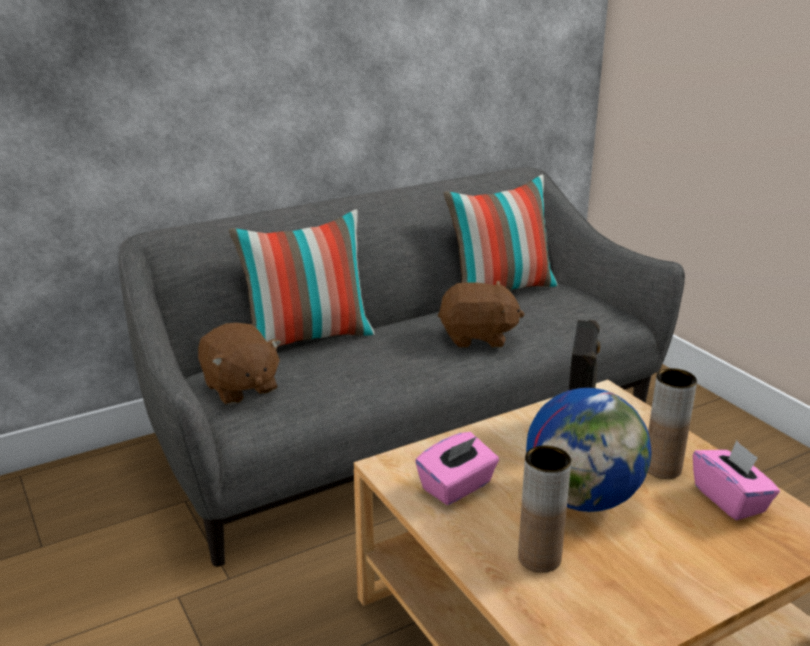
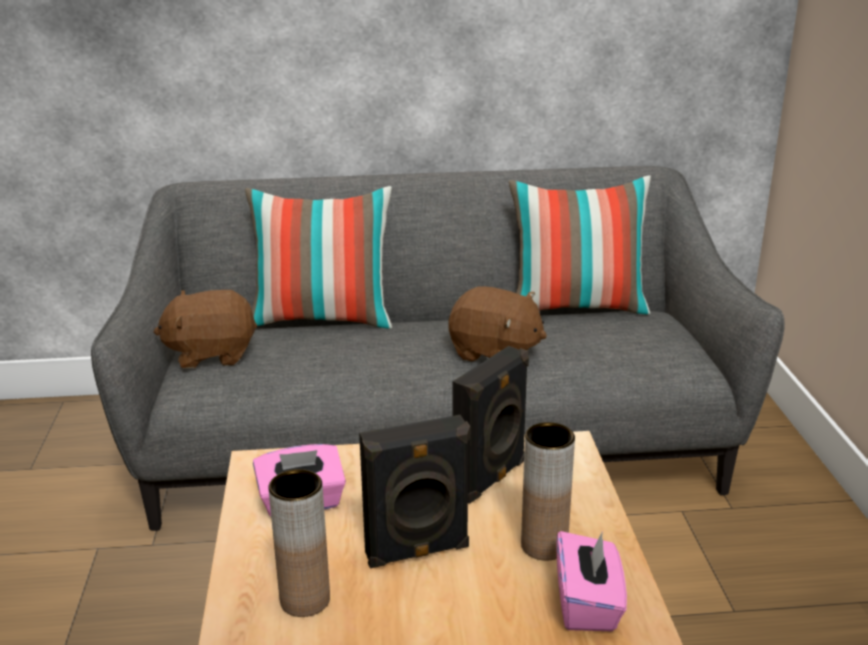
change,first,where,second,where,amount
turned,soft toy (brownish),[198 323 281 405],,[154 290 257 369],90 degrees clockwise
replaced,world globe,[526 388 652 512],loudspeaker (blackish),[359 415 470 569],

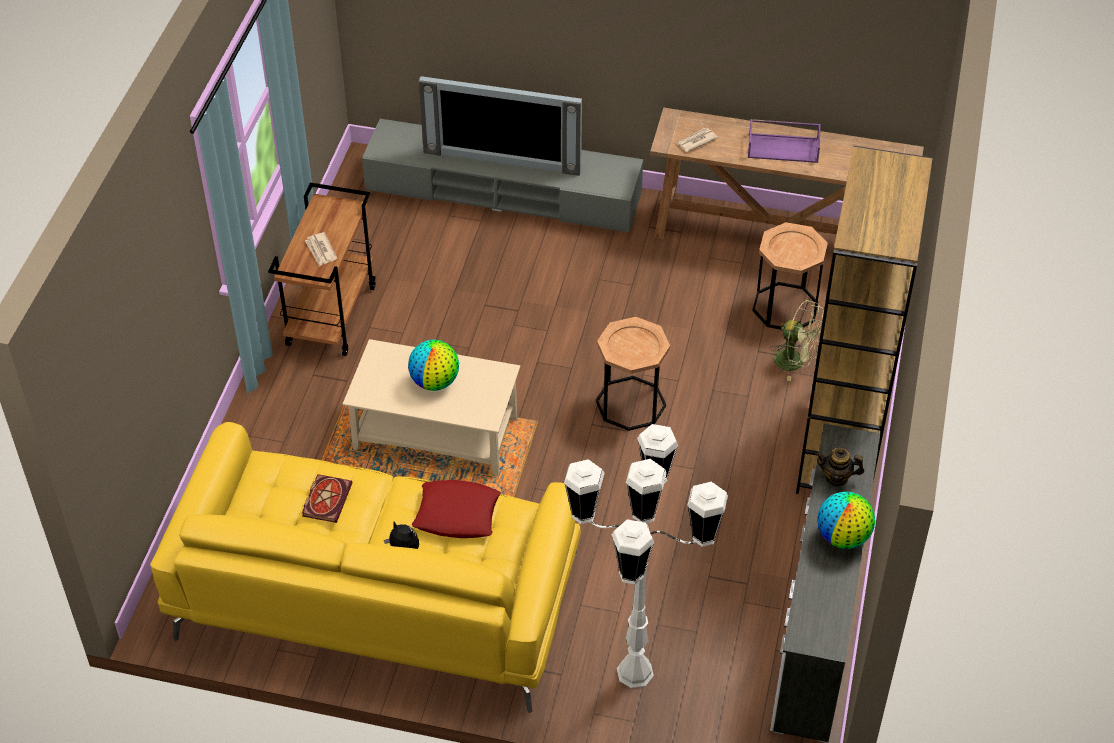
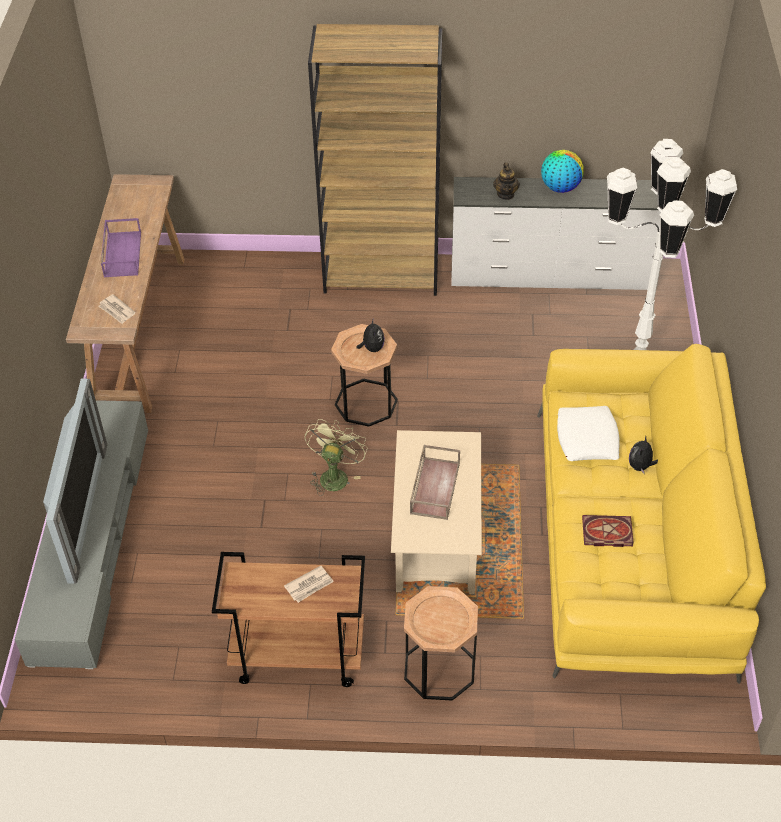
change,first,where,second,where,amount
replaced,world globe,[408 340 459 391],carrying tray (brownish),[410 445 460 520],
recoloured,cushion (red-coloured),[412 480 500 538],cushion (white),[557 406 620 461],
moved,accent table (brownish),[752 222 828 330],,[404 586 478 701],
moved,fan (green),[770 300 824 381],,[305 419 367 496],
added,,,soft toy,[357 320 385 352],

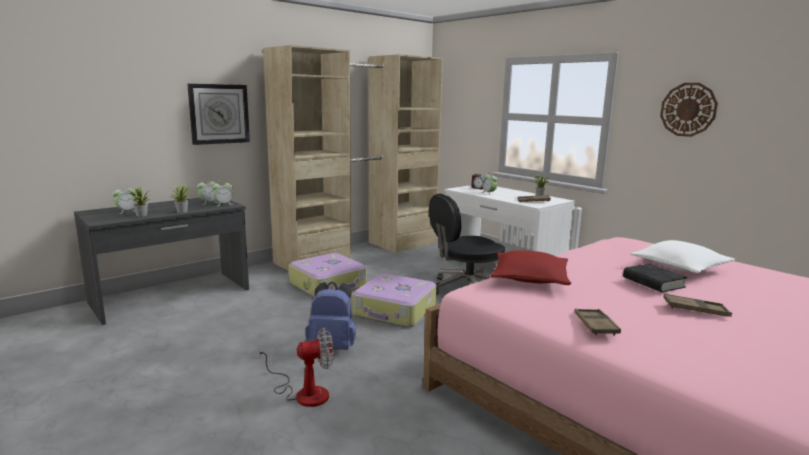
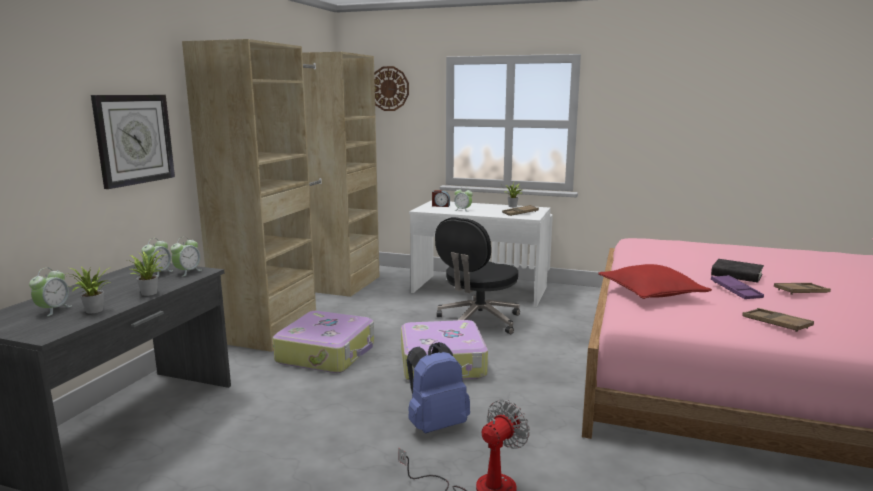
change,first,where,second,where,amount
removed,cushion (white),[630 240 735 273],,,
moved,hanging clock,[660 83 718 137],,[374 66 409 111],
added,,,carrying tray (purplish),[711 275 764 299],

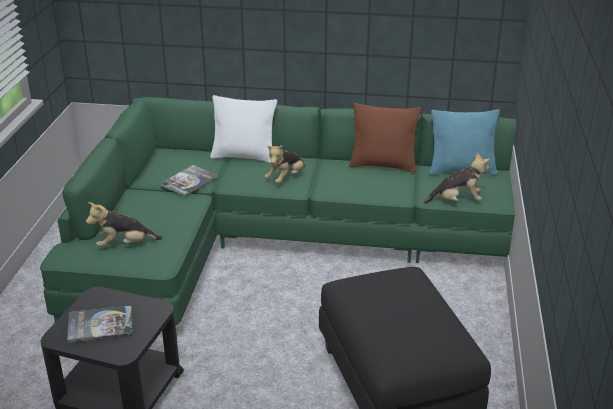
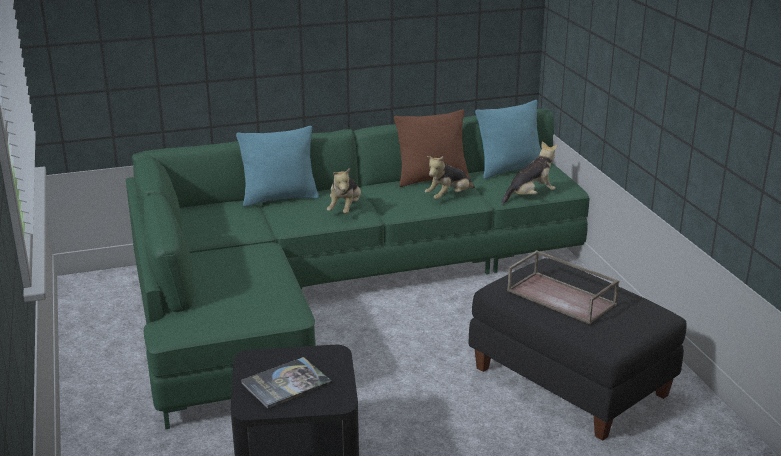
change,first,where,second,where,amount
moved,soft toy,[86 202 163 247],,[425 156 475 200],
removed,volume,[160 165 218 196],,,
recoloured,cushion (white),[210 95 277 163],cushion (blue-green),[236 126 319 207],
added,,,carrying tray (brownish),[507 250 619 324],

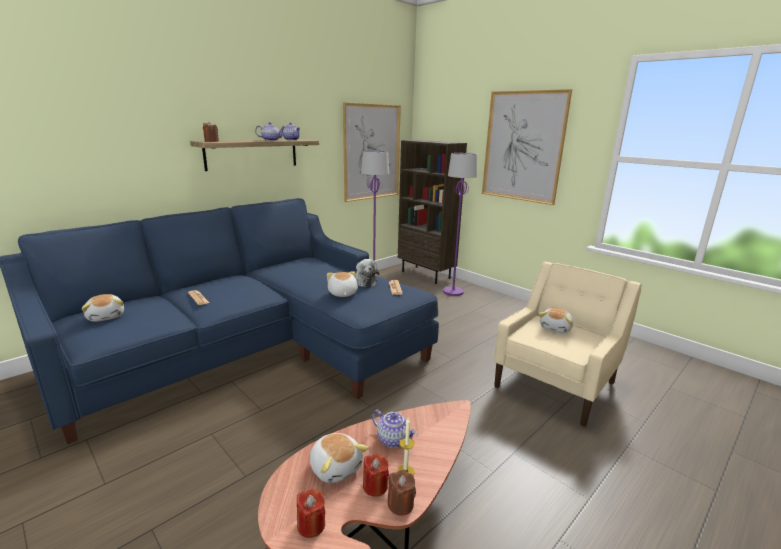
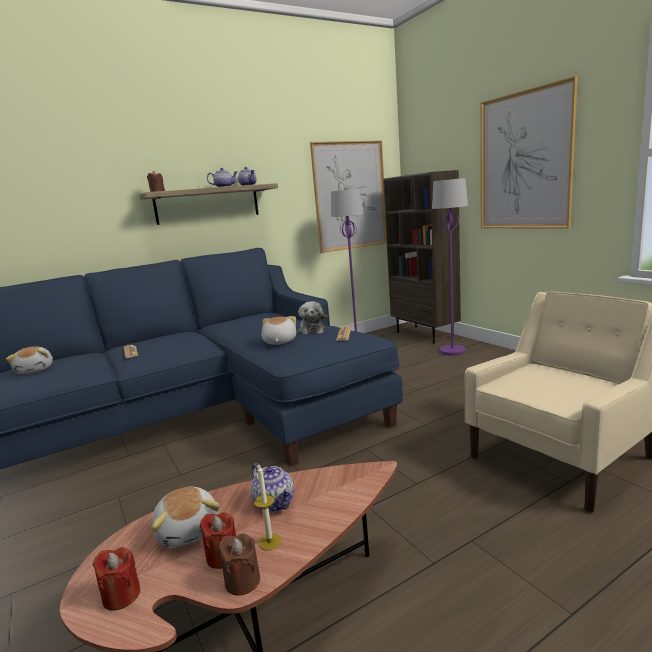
change,first,where,second,where,amount
removed,soft toy,[539 308 573 333],,,

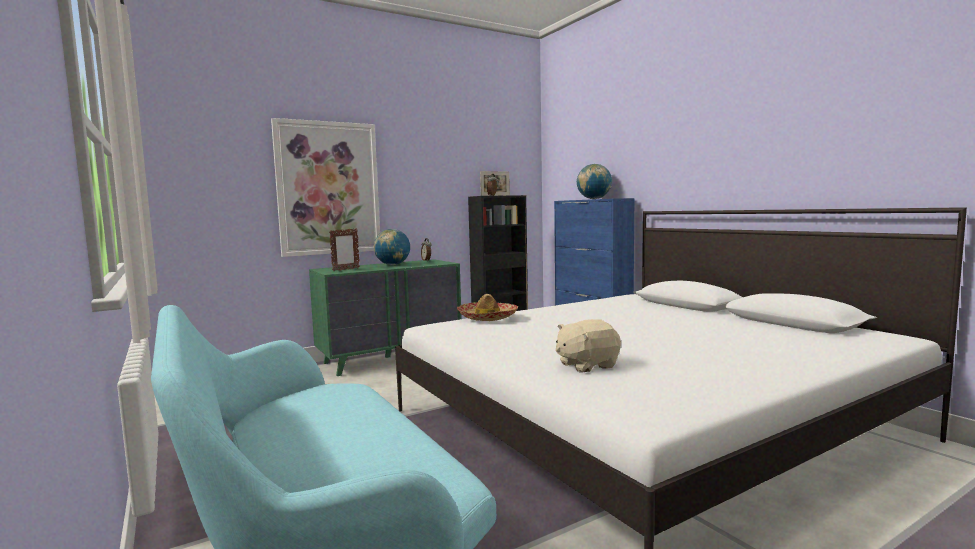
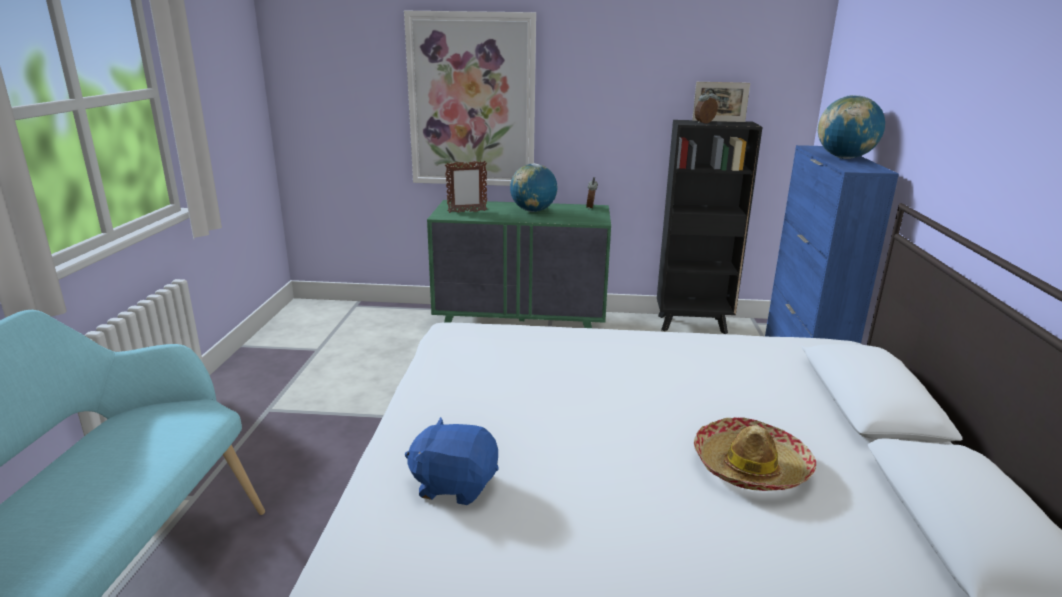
change,first,where,second,where,amount
moved,hat,[457 294 518 321],,[694 417 816 491],
recoloured,soft toy (beige-coloured),[556 319 621 373],soft toy (blue),[405 417 499 505],

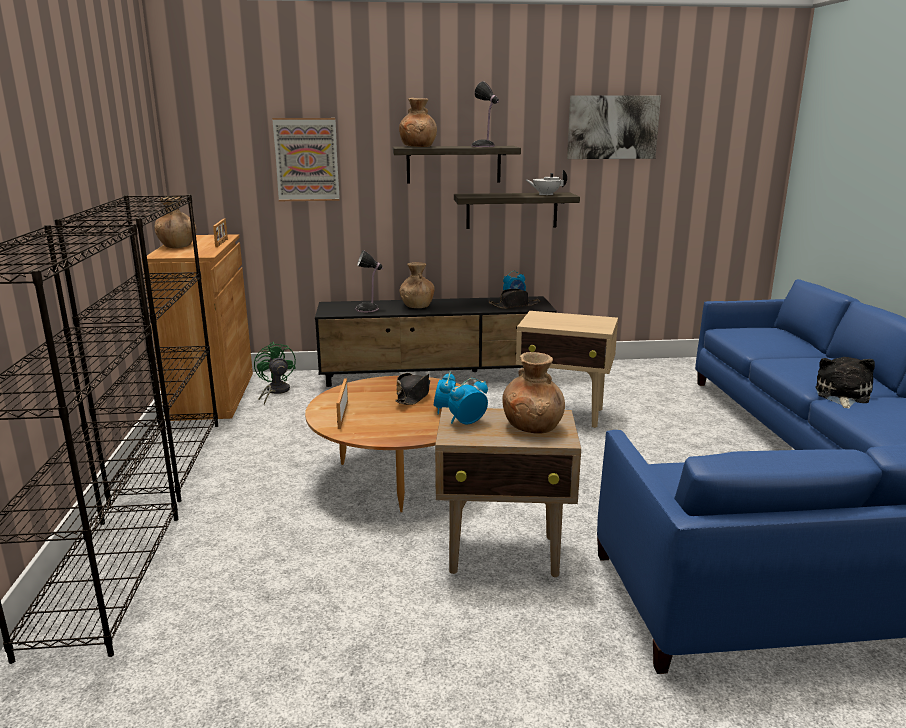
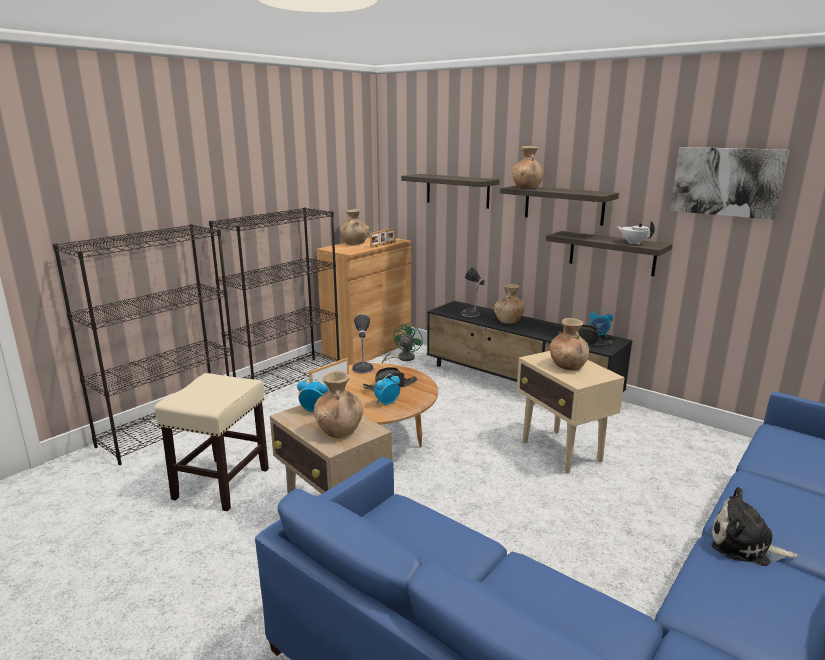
change,first,where,second,where,amount
replaced,wall art,[272 118 340 201],wall shelf,[401 174 500 209],
moved,table lamp,[471 81 499 147],,[352 314 374 374],
turned,soft toy,[815 357 875 409],,[711 487 798 566],135 degrees counterclockwise
added,,,sitting stool (beige-coloured),[155 373 269 511],
added,,,vase (brownish),[550 318 589 371],

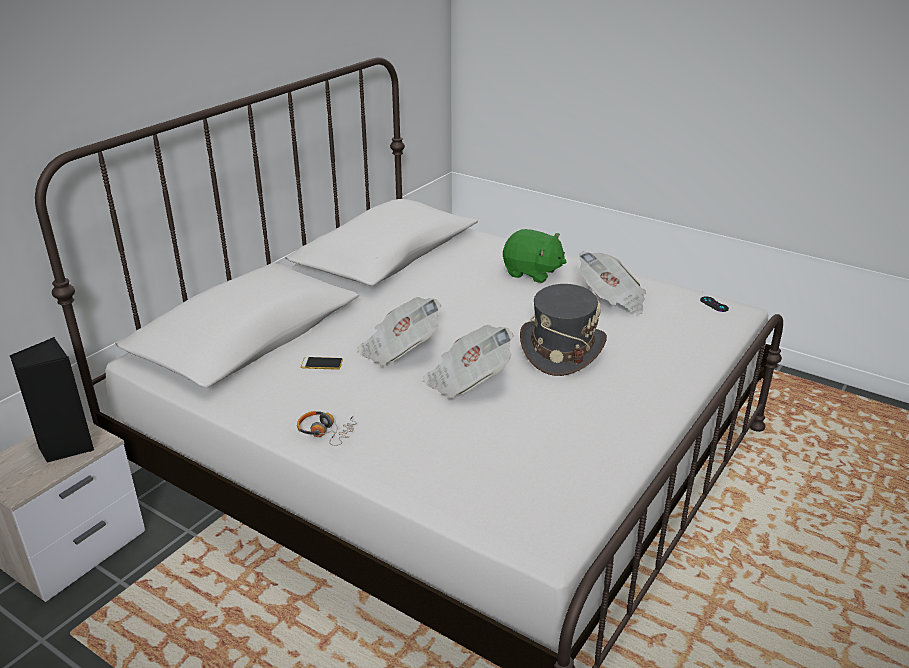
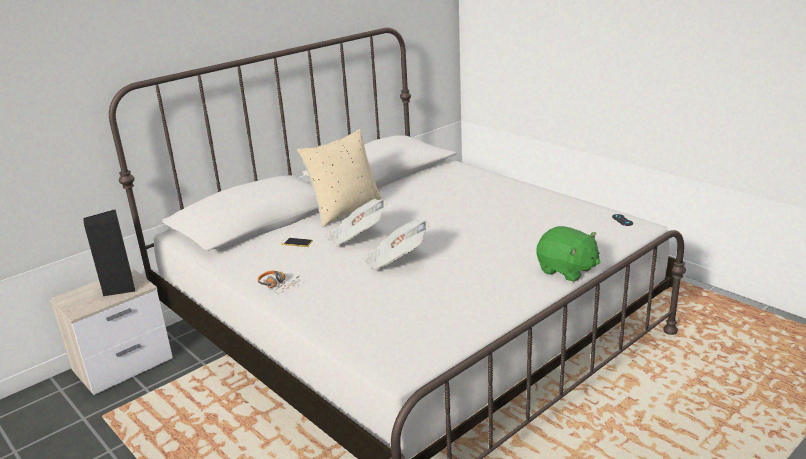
change,first,where,second,where,amount
moved,soft toy (green),[503 229 566 283],,[537 226 600 282],
removed,hat (grey),[520 284 607 376],,,
removed,printed paper,[579 251 646 314],,,
added,,,cushion (beige-coloured),[297 129 382 227],

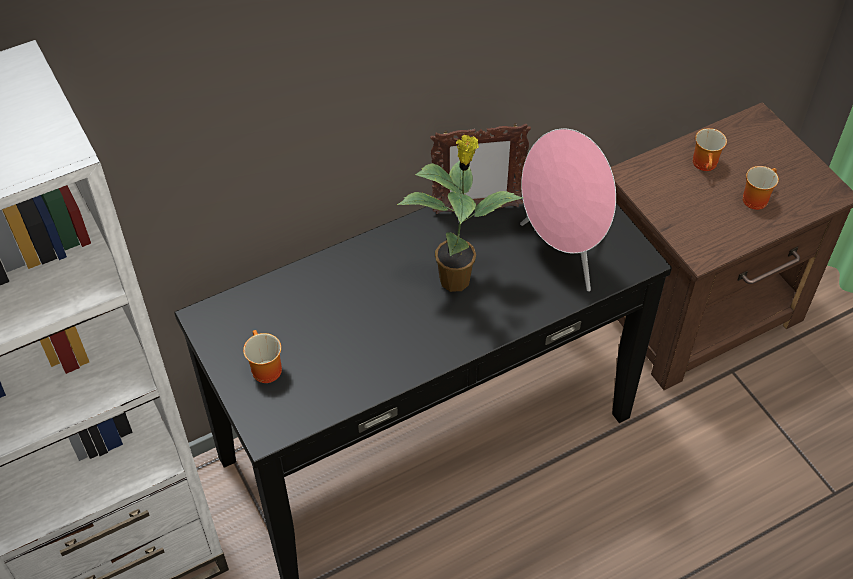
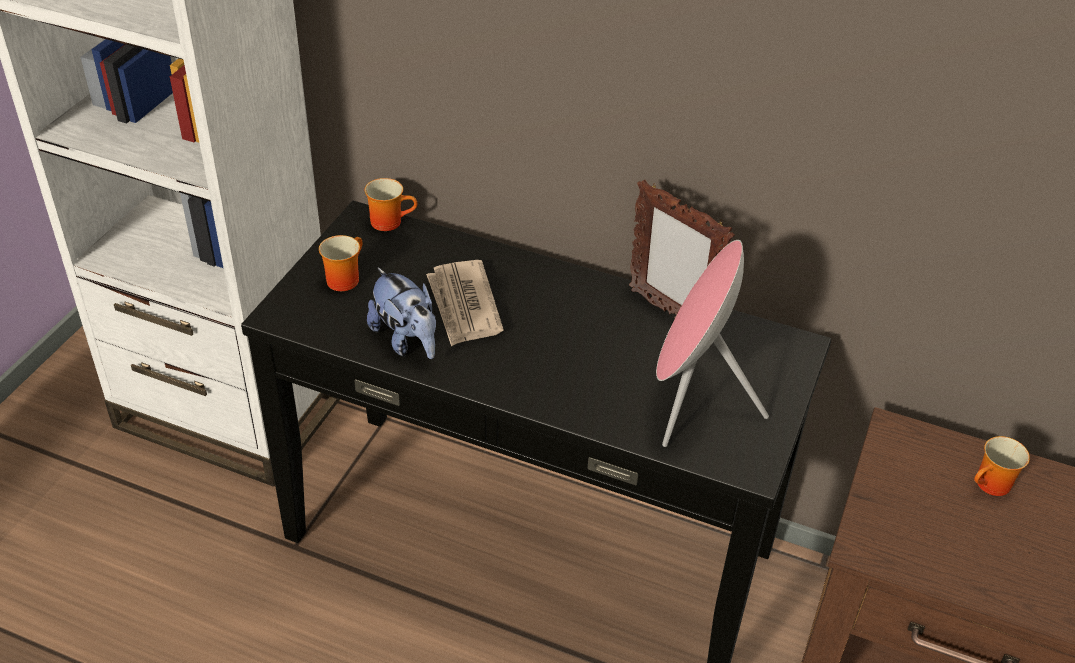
change,first,where,second,where,amount
removed,houseplant,[397 135 523 292],,,
moved,mug,[743 166 779 210],,[364 178 417 231],
added,,,soft toy,[367 267 436 359],
added,,,printed paper,[426 260 504 347],

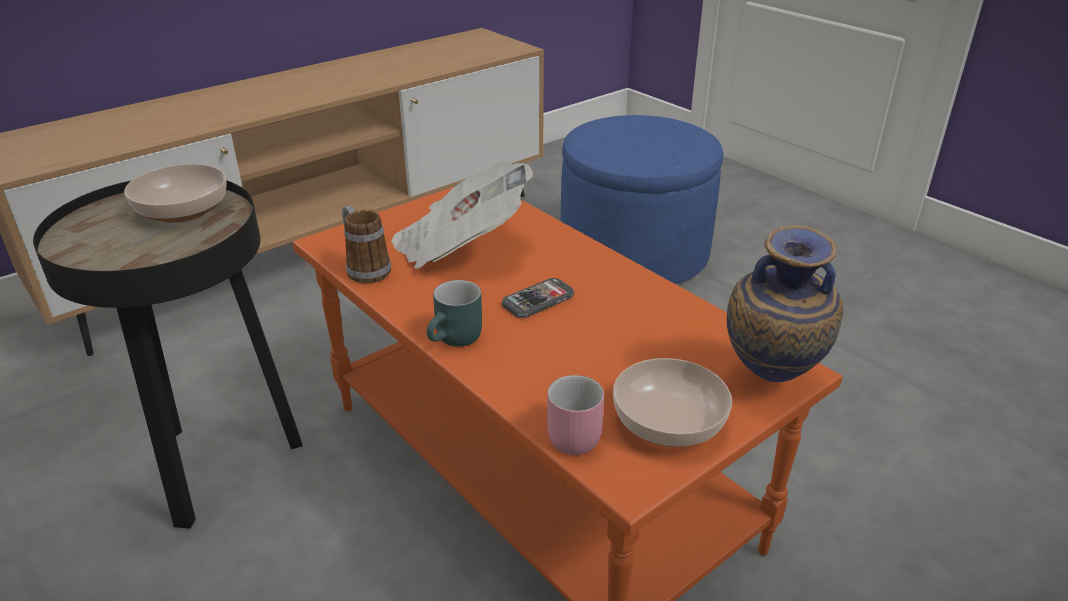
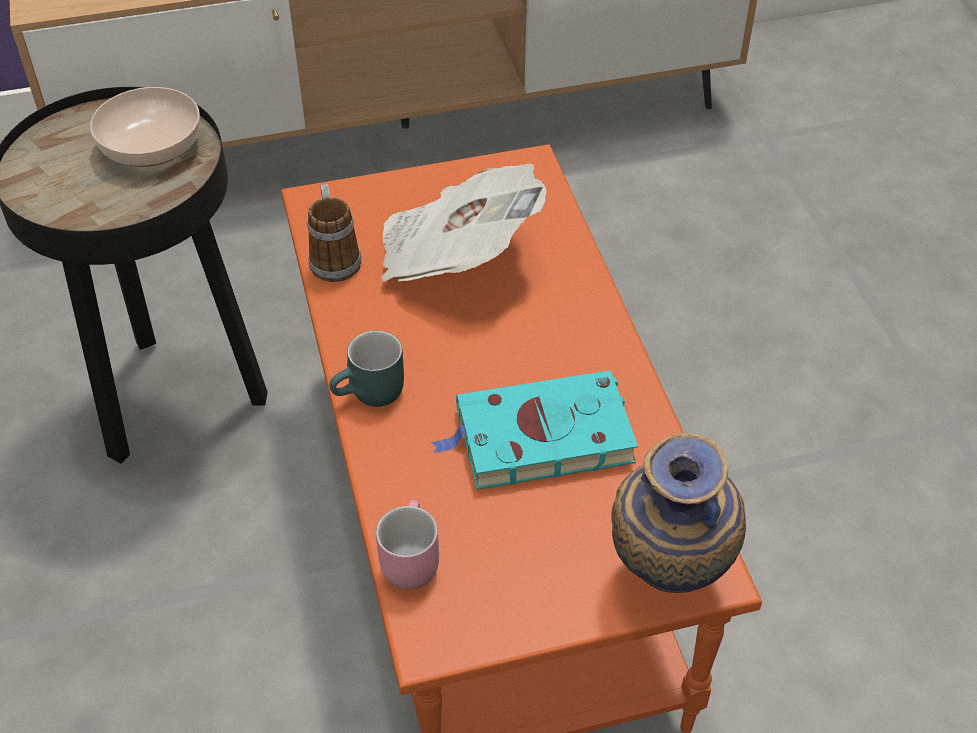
change,first,where,second,where,amount
removed,phone,[502 278 574 318],,,
removed,ottoman (blue),[560 115 723 284],,,
removed,serving bowl,[613 358 732 447],,,
added,,,volume (blue-green),[431 370 638 490],

